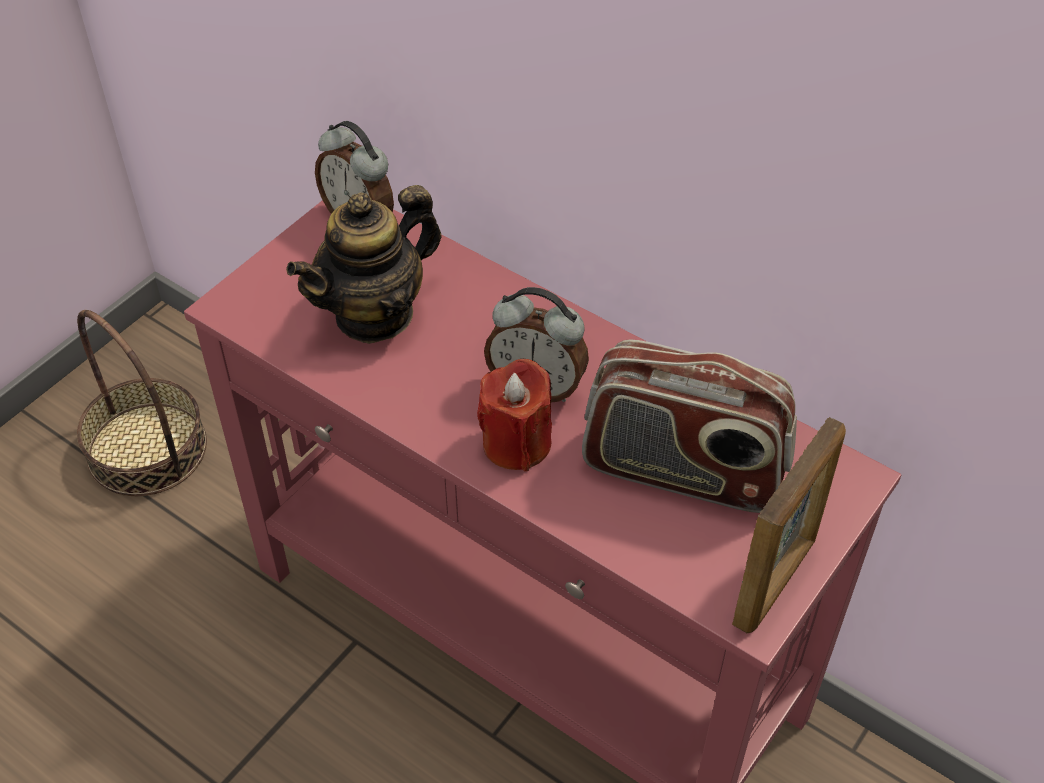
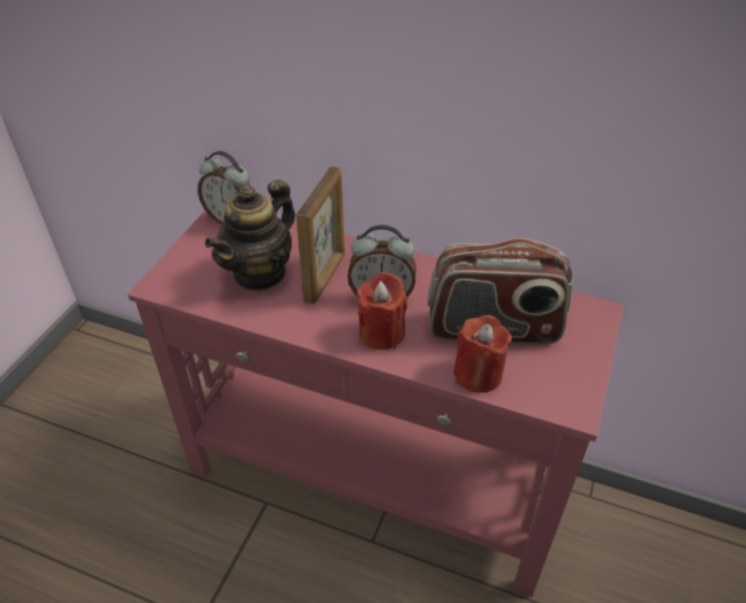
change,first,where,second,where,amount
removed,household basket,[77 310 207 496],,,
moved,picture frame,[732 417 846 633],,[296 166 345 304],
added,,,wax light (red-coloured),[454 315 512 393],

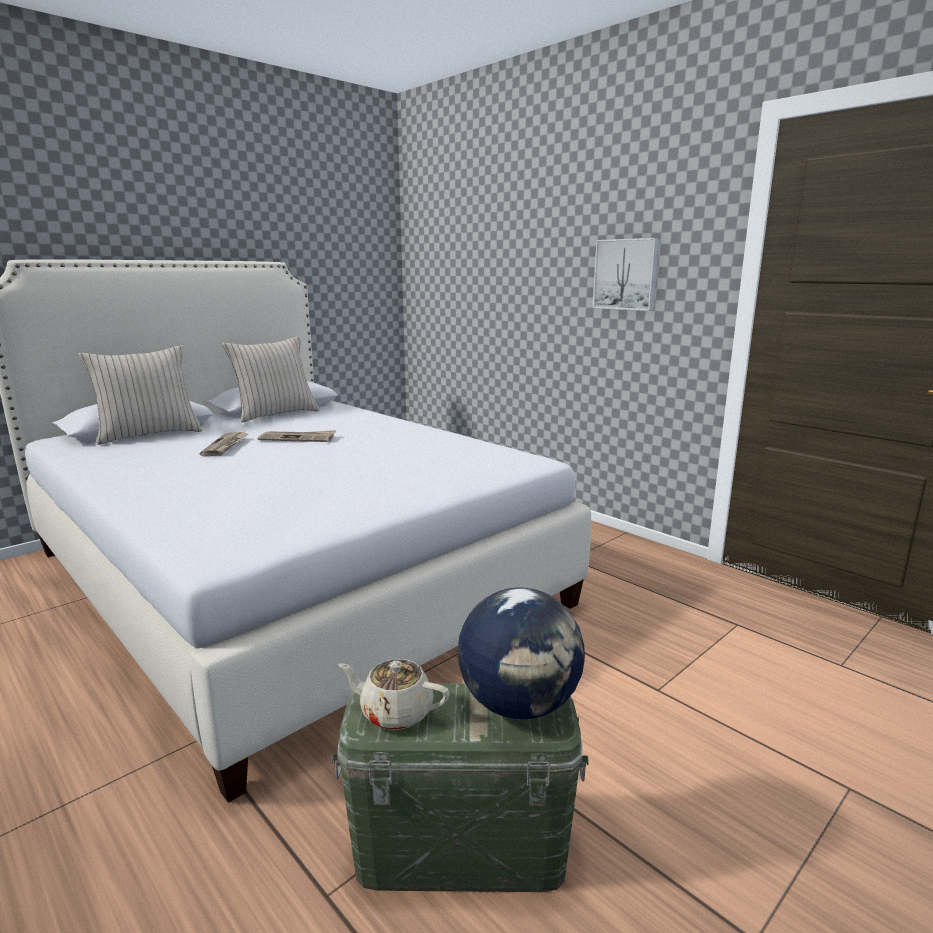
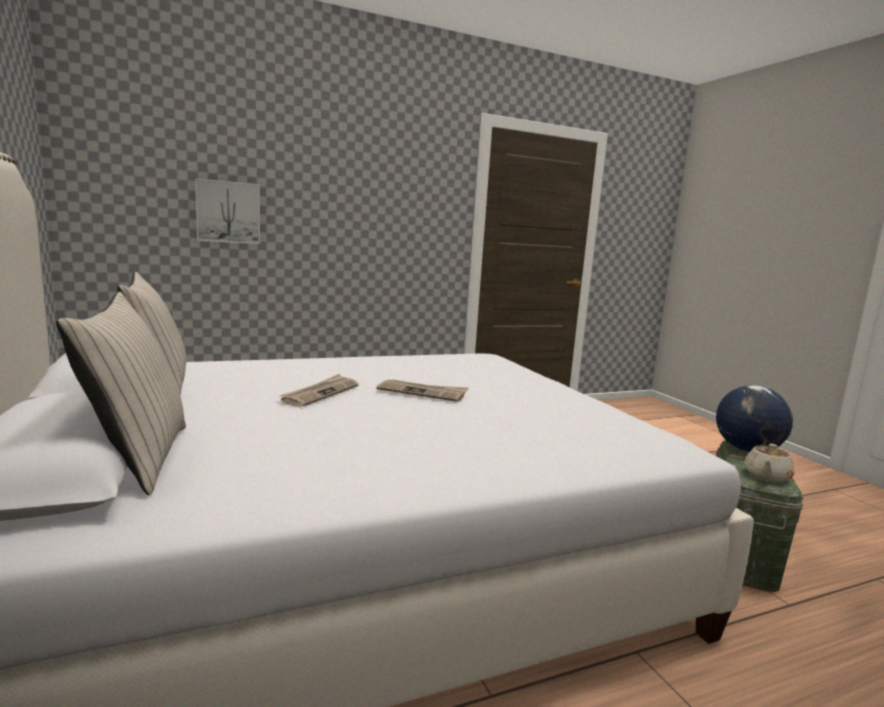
change,first,where,second,where,amount
moved,printed paper,[199 432 250 456],,[377 379 469 402],
moved,wall art,[593 238 660 311],,[195 179 260 244],

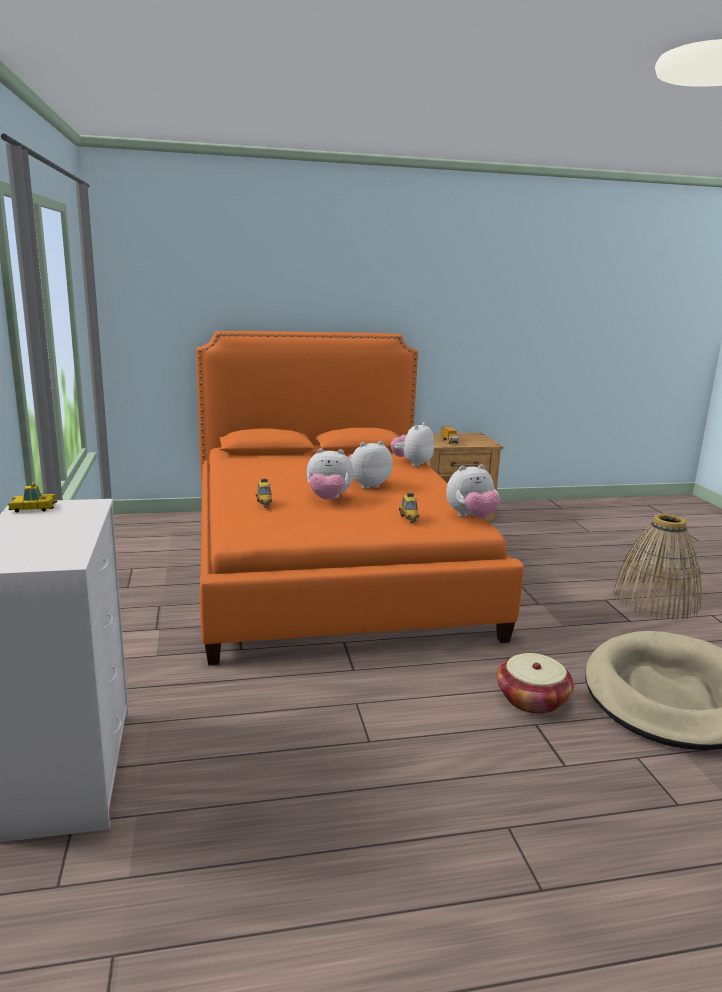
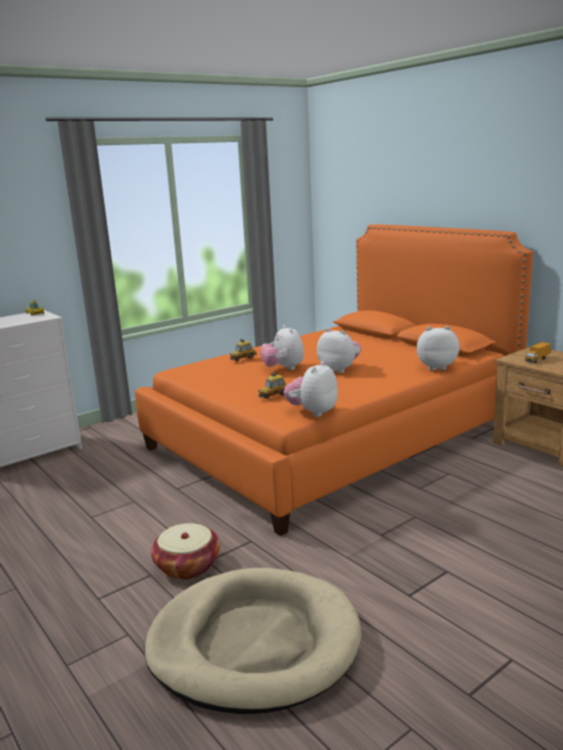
change,first,where,second,where,amount
turned,soft toy,[446 464 500 518],,[284 361 338 417],75 degrees clockwise
removed,household basket,[614 514 702 620],,,

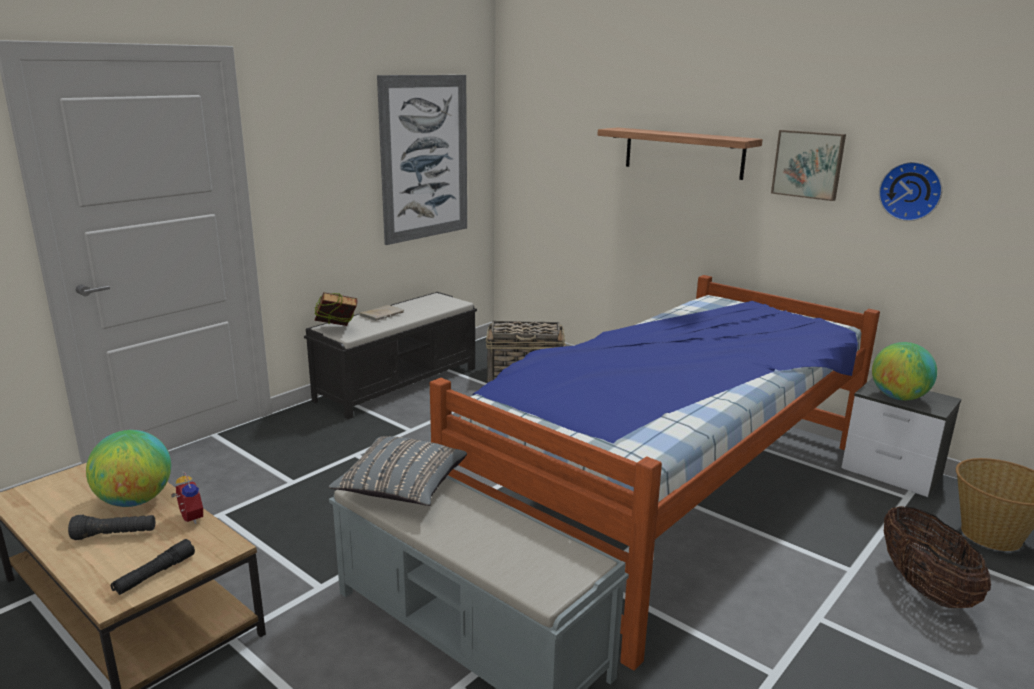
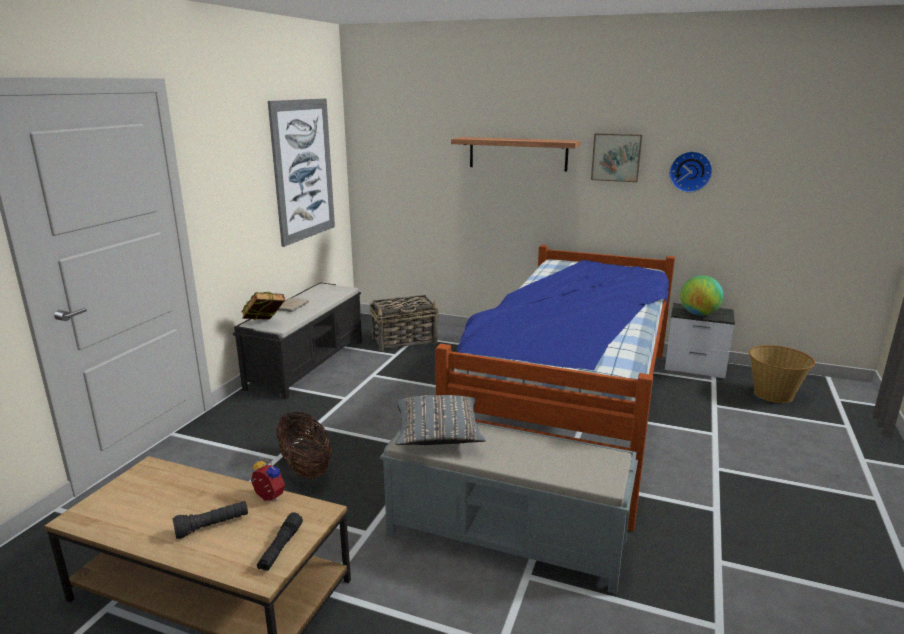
change,first,where,second,where,amount
removed,world globe,[86 430 171 507],,,
moved,household basket,[883 506 991 608],,[276 412 331 479],

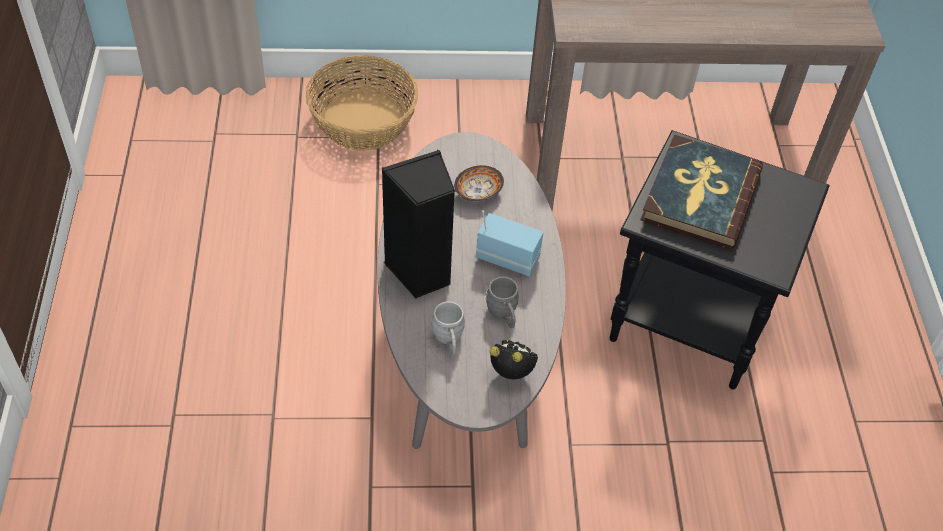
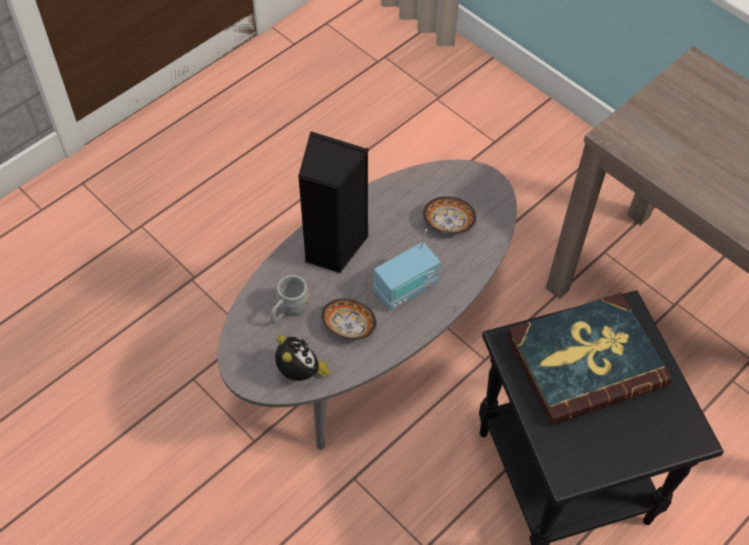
change,first,where,second,where,amount
removed,household basket,[306 55 419 151],,,
turned,radio,[476 210 543 276],,[374 229 440 310],75 degrees clockwise
replaced,mug (grey),[486 277 519 328],serving bowl,[321 299 377 340],

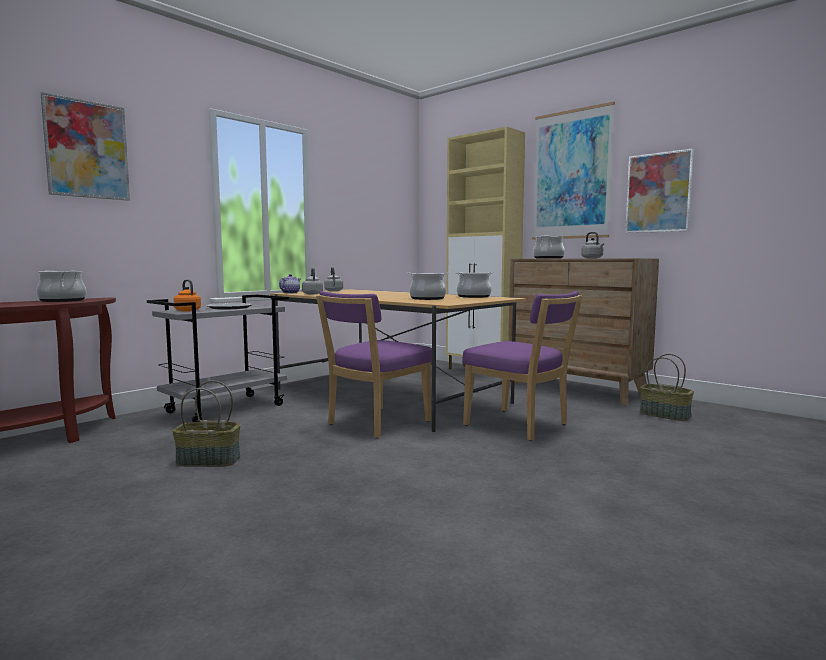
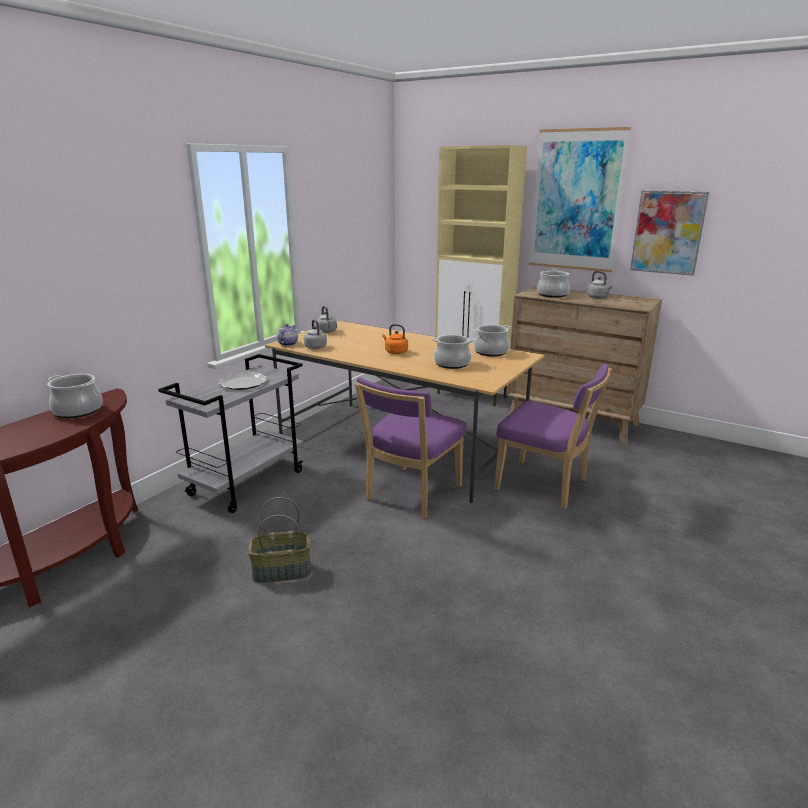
change,first,where,second,where,amount
removed,wall art,[41 92 130 201],,,
moved,kettle (orange),[174 279 201 312],,[382 324 408 354],
removed,household basket,[640 354 694 421],,,

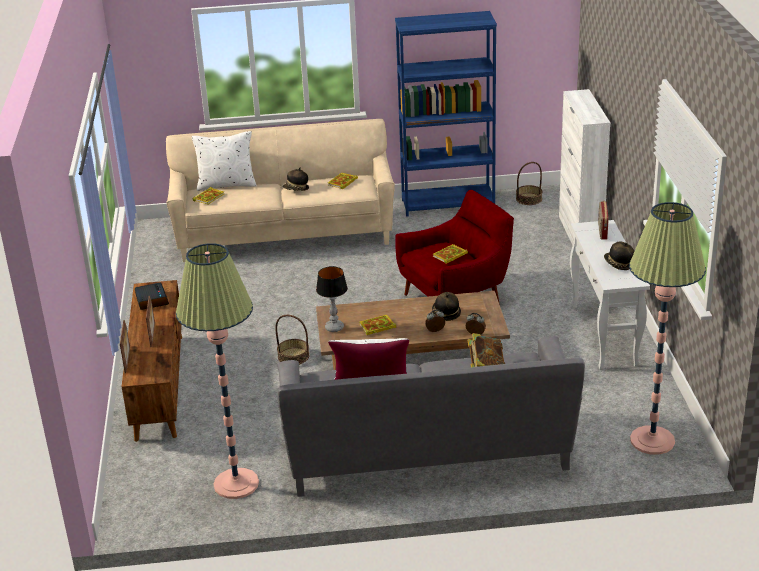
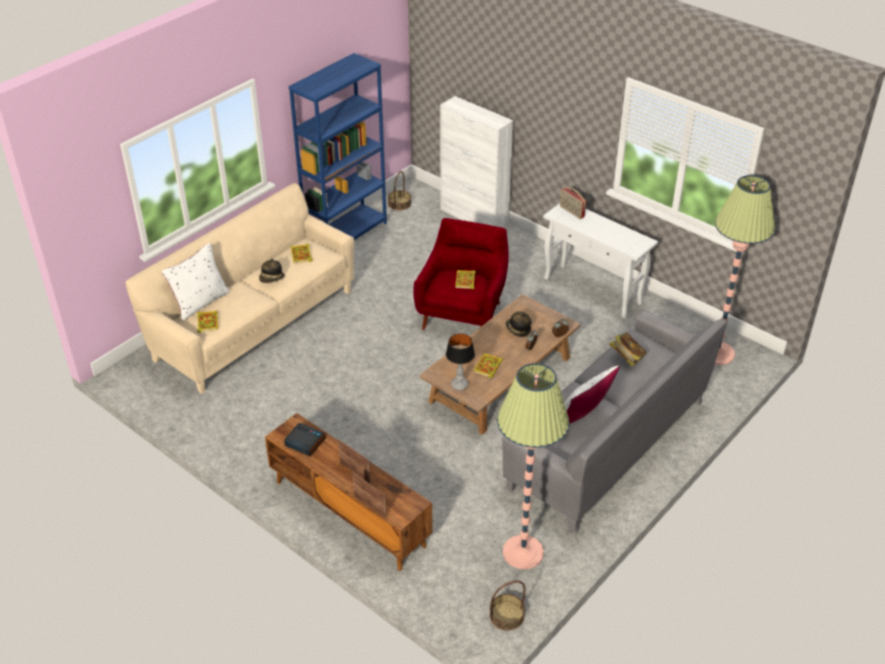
change,first,where,second,where,amount
moved,household basket,[275 315 310 365],,[490 581 525 631],
removed,hat,[604 242 634 270],,,

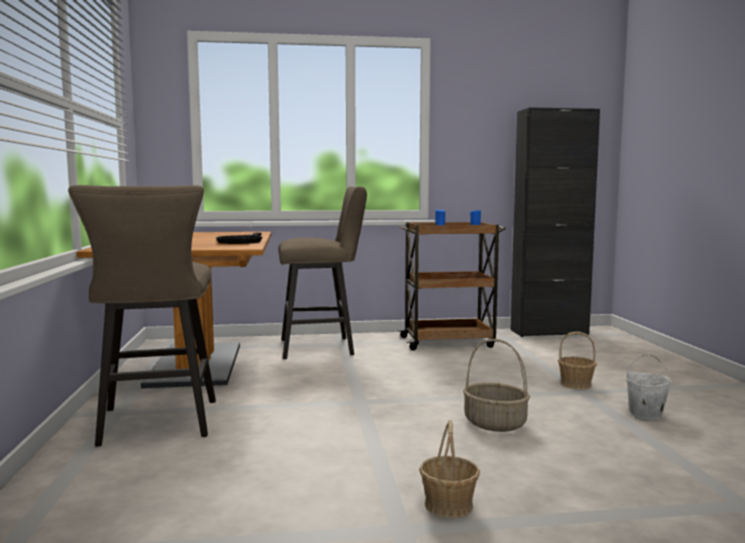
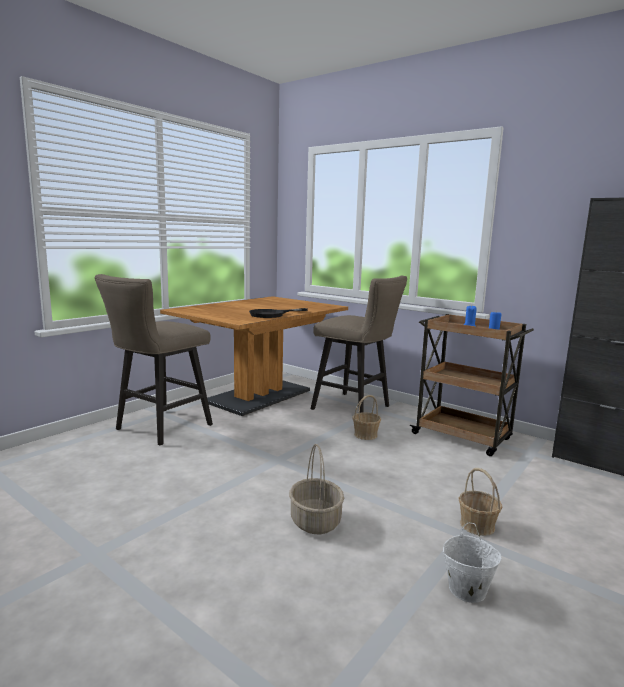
change,first,where,second,where,amount
moved,household basket,[419 420 480 518],,[352 395 381 440],

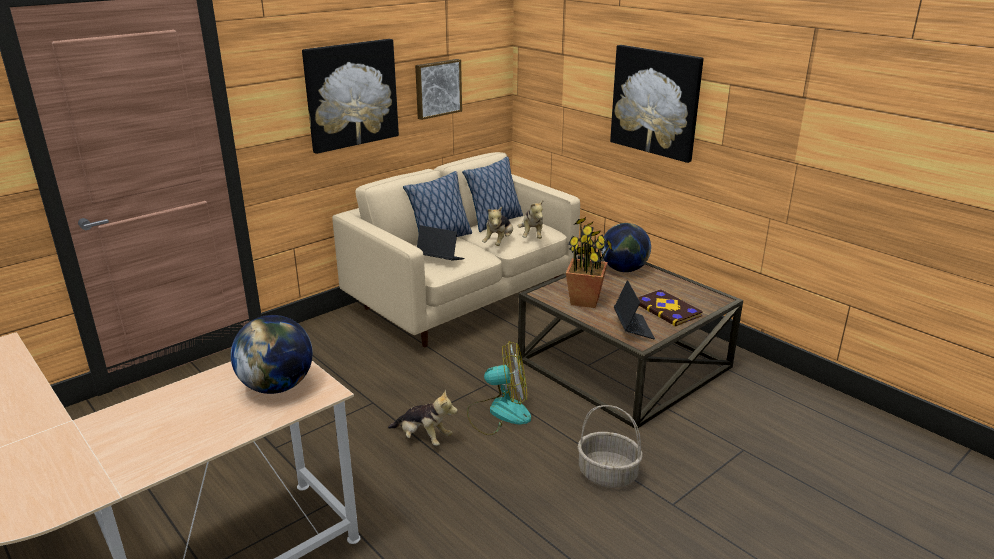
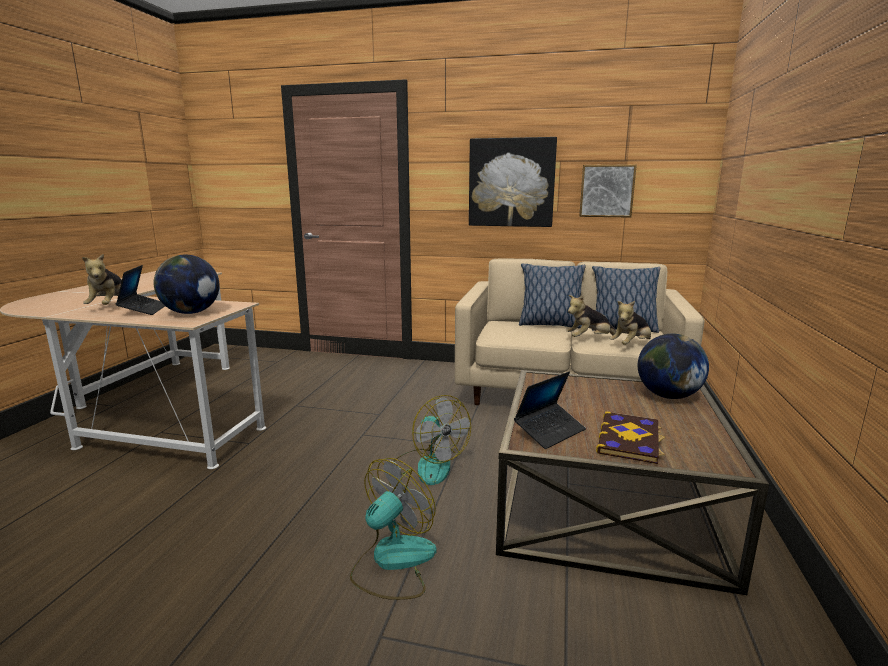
change,first,where,second,where,amount
moved,soft toy,[388 390 458 446],,[82 254 122 305],
moved,portable computer,[417 225 465 260],,[115 265 165 315],
removed,houseplant,[566 217 613 308],,,
replaced,household basket,[578 405 643 488],fan,[350 458 437 600],
removed,wall art,[610 45 703 163],,,

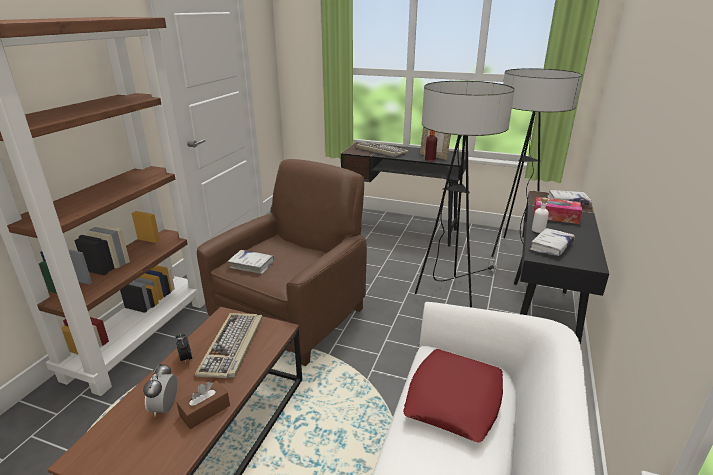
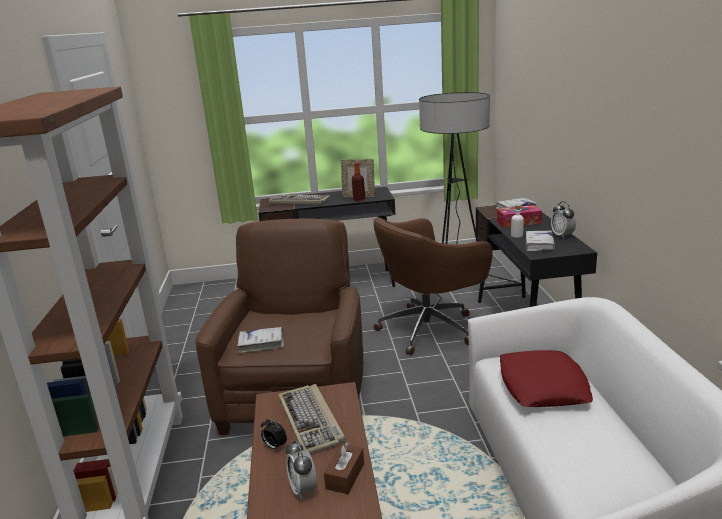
change,first,where,second,where,amount
replaced,standing lamp,[415 81 515 307],desk chair (brownish),[373 217 493 355],
added,,,alarm clock,[551 201 576 239],

